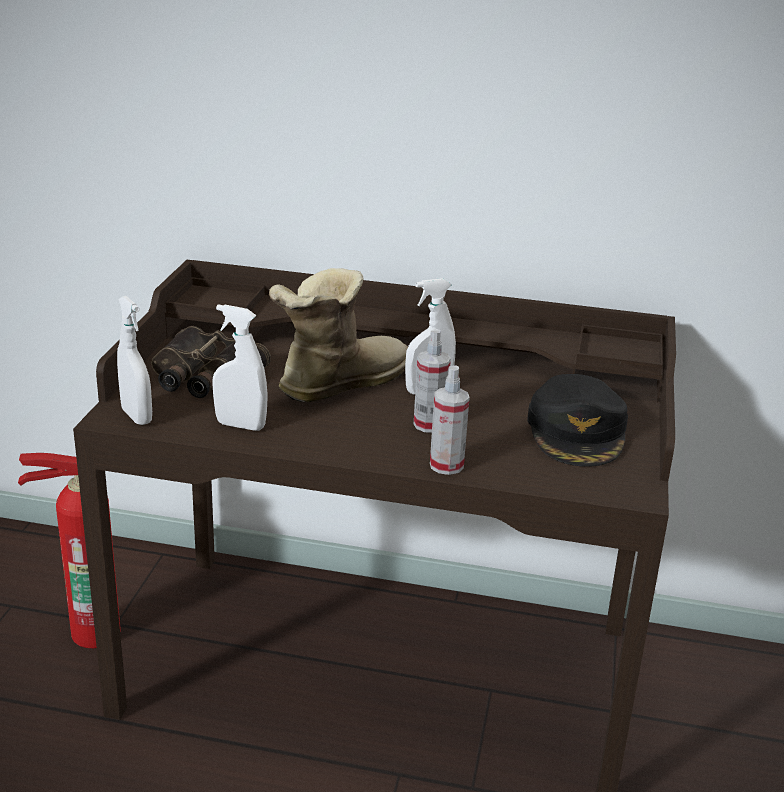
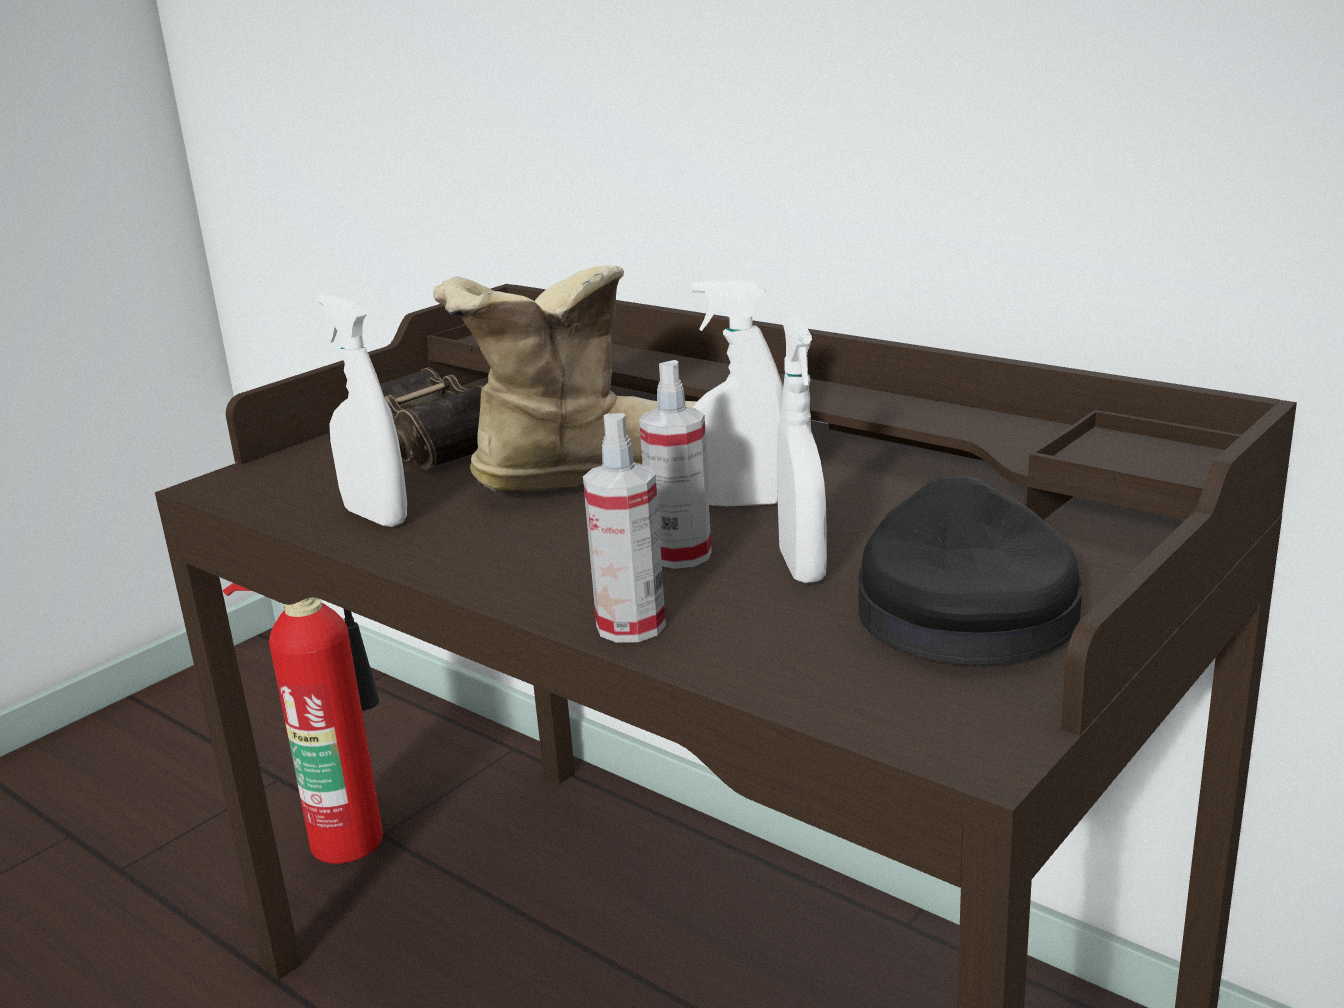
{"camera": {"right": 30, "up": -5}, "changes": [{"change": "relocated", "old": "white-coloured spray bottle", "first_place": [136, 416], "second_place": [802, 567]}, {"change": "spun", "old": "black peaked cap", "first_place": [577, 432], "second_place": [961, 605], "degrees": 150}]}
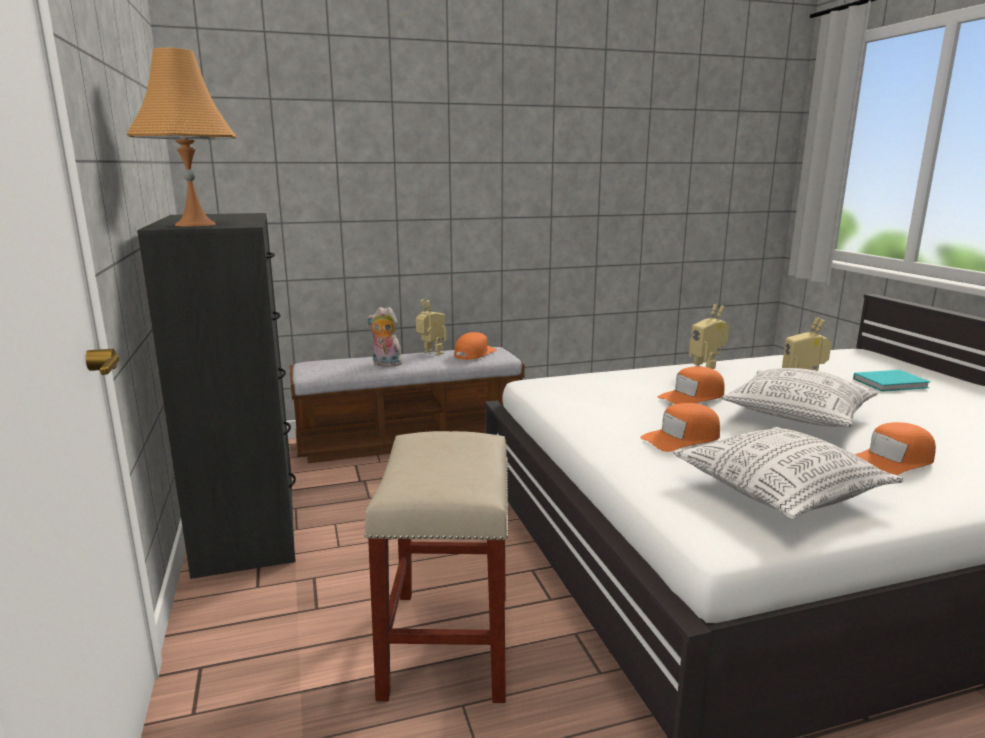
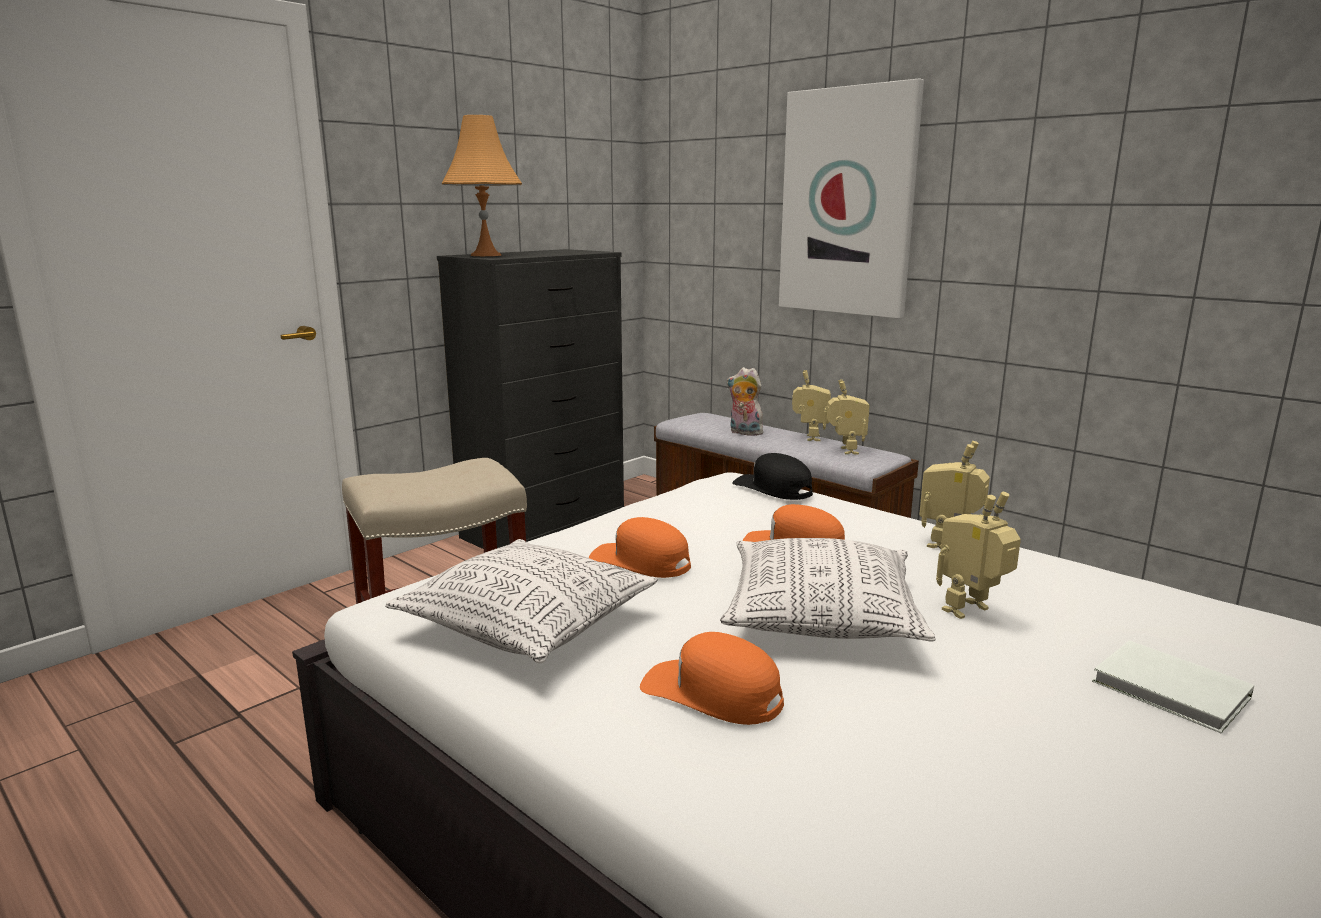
{"camera": {"right": 60, "up": 0}, "changes": [{"change": "spun", "old": "cuddly toy", "first_place": [385, 364], "second_place": [744, 433], "degrees": -45}, {"change": "appeared", "new": "black peaked cap", "second_place": [773, 488]}, {"change": "appeared", "new": "picture", "second_place": [848, 203]}, {"change": "exchanged", "old": "orange peaked cap", "new": "toy robot", "first_place": [474, 353], "second_place": [845, 451]}, {"change": "colour", "old": "turquoise bound book", "new": "white-coloured bound book", "first_place": [892, 383], "second_place": [1173, 692]}]}
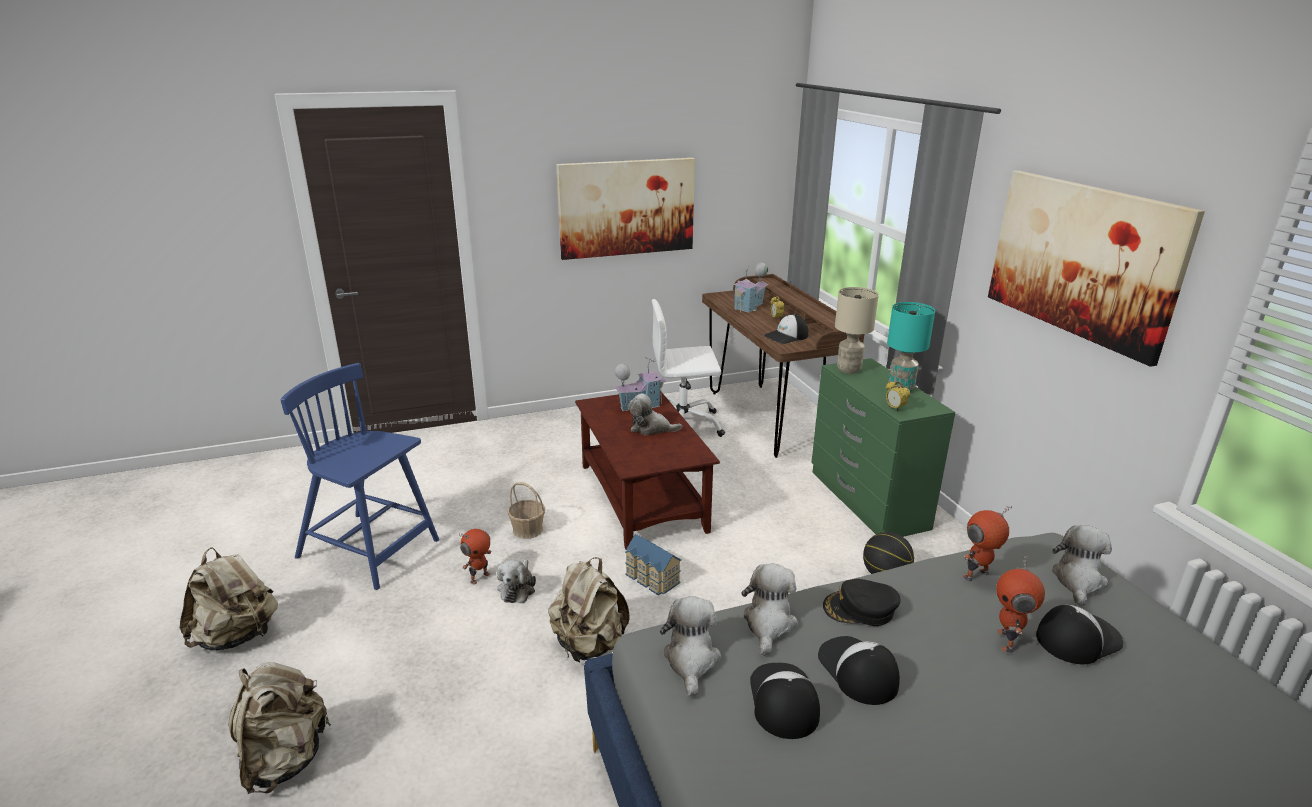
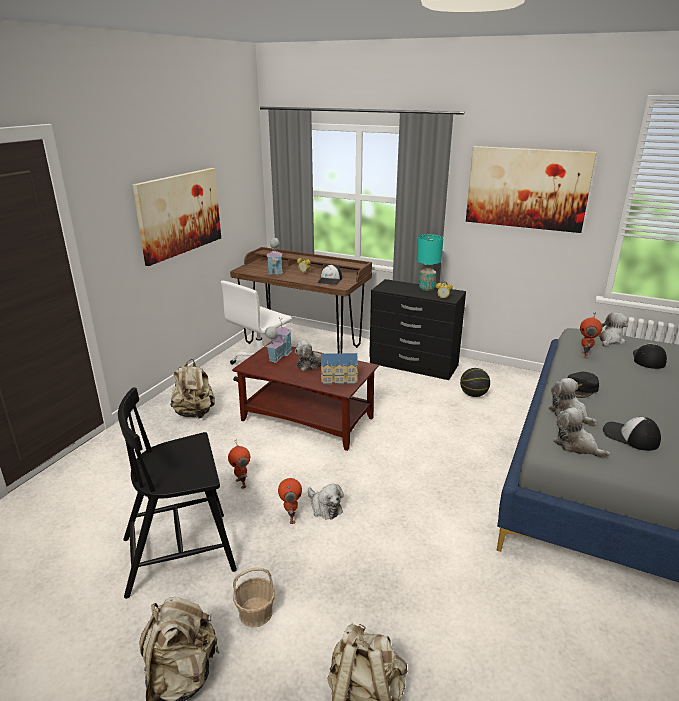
{"camera": {"right": -45, "up": 0}, "changes": [{"change": "colour", "old": "blue plain chair", "new": "black plain chair", "first_place": [370, 550], "second_place": [181, 553]}, {"change": "relocated", "old": "sand-coloured knapsack", "first_place": [589, 644], "second_place": [195, 413]}, {"change": "relocated", "old": "toy robot", "first_place": [1007, 641], "second_place": [242, 483]}, {"change": "relocated", "old": "storage basket", "first_place": [528, 530], "second_place": [256, 613]}, {"change": "relocated", "old": "model house", "first_place": [651, 578], "second_place": [339, 379]}, {"change": "colour", "old": "green-coloured drawer chest", "new": "black drawer chest", "first_place": [867, 500], "second_place": [413, 365]}, {"change": "spun", "old": "cuddly toy", "first_place": [1078, 581], "second_place": [610, 340], "degrees": 60}, {"change": "missing", "old": "peaked cap", "first_place": [857, 671]}, {"change": "missing", "old": "sand-coloured tabletop lamp", "first_place": [848, 369]}]}
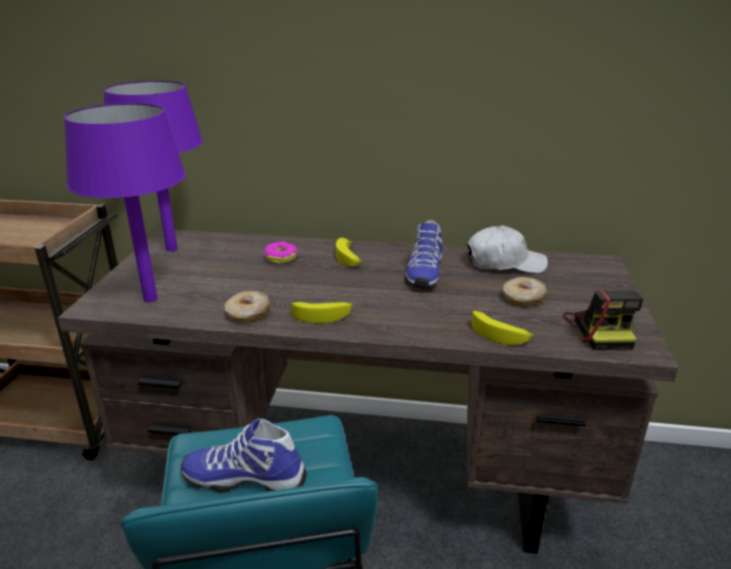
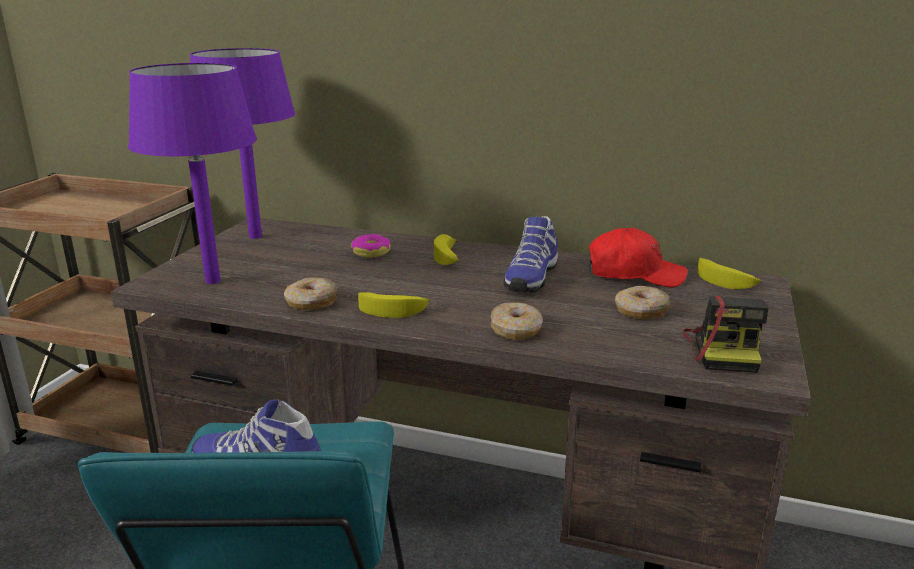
{"camera": {"right": 10, "up": -5}, "changes": [{"change": "appeared", "new": "donut", "second_place": [516, 330]}, {"change": "colour", "old": "white-coloured peaked cap", "new": "red-coloured peaked cap", "first_place": [504, 263], "second_place": [634, 274]}, {"change": "relocated", "old": "banana fruit", "first_place": [500, 334], "second_place": [726, 281]}]}
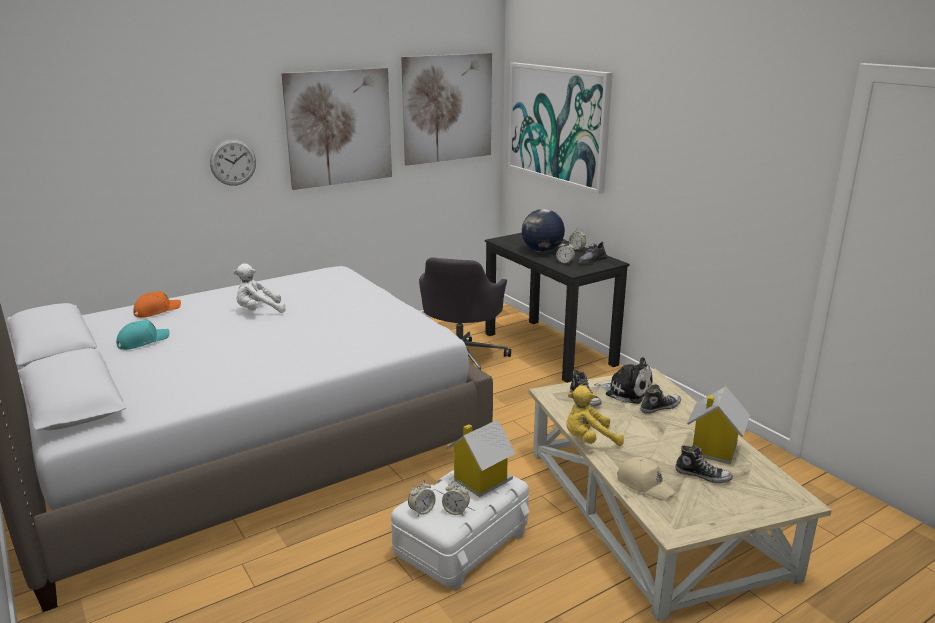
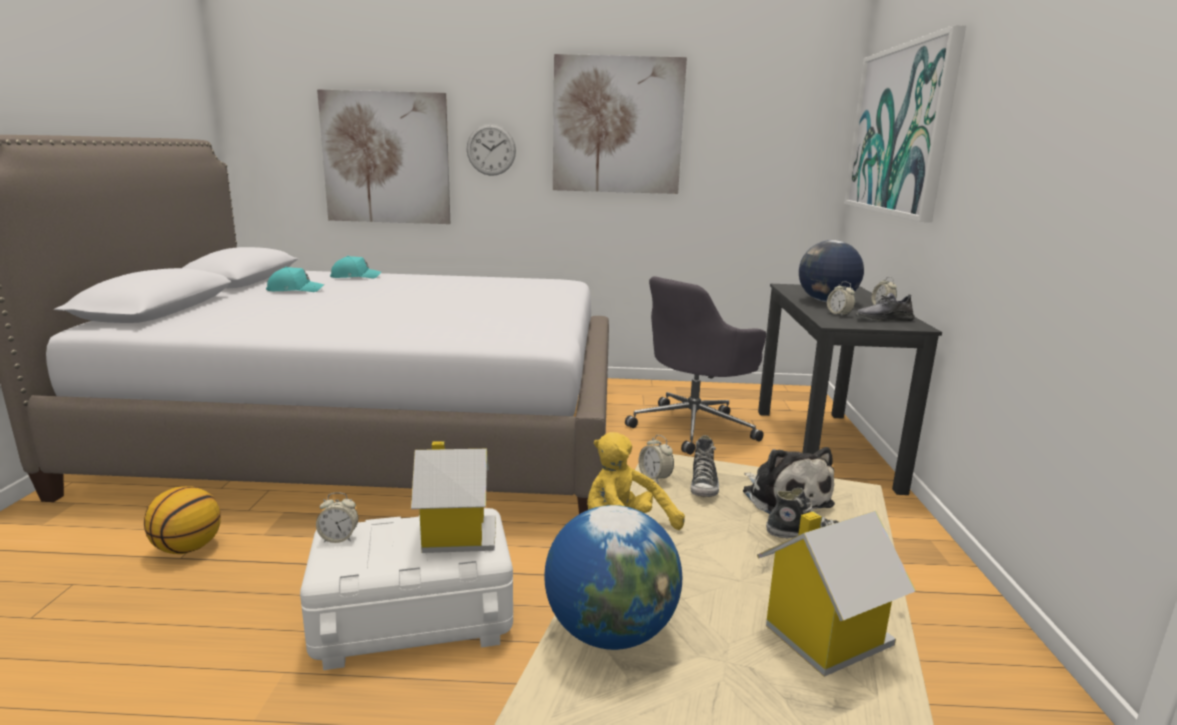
{"camera": {"right": 35, "up": -5}, "changes": [{"change": "appeared", "new": "basketball ball", "second_place": [188, 548]}, {"change": "relocated", "old": "picture", "first_place": [447, 108], "second_place": [386, 158]}, {"change": "colour", "old": "orange peaked cap", "new": "turquoise peaked cap", "first_place": [156, 310], "second_place": [355, 277]}, {"change": "exchanged", "old": "sand-coloured peaked cap", "new": "globe", "first_place": [644, 484], "second_place": [610, 632]}, {"change": "relocated", "old": "bedside clock", "first_place": [456, 511], "second_place": [655, 478]}, {"change": "missing", "old": "white-coloured cuddly toy", "first_place": [258, 311]}, {"change": "missing", "old": "item of footwear", "first_place": [703, 476]}]}
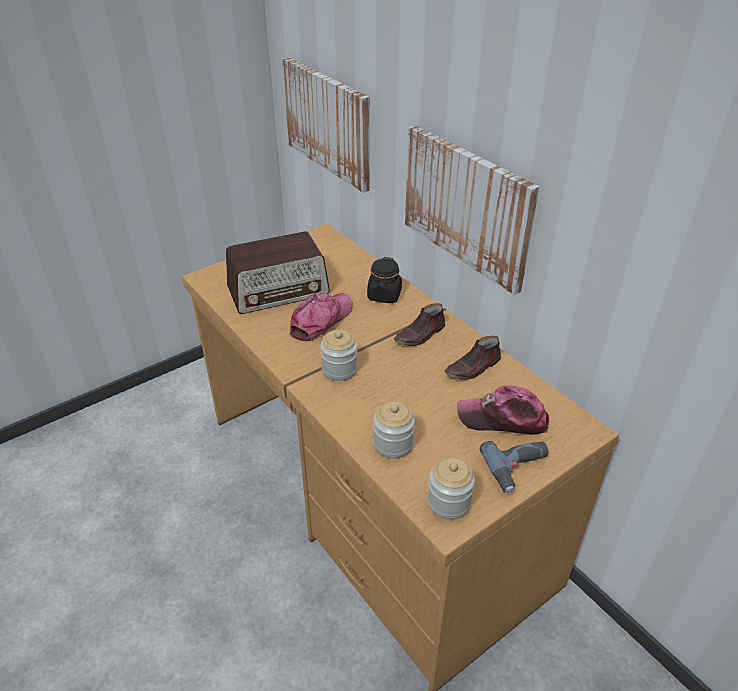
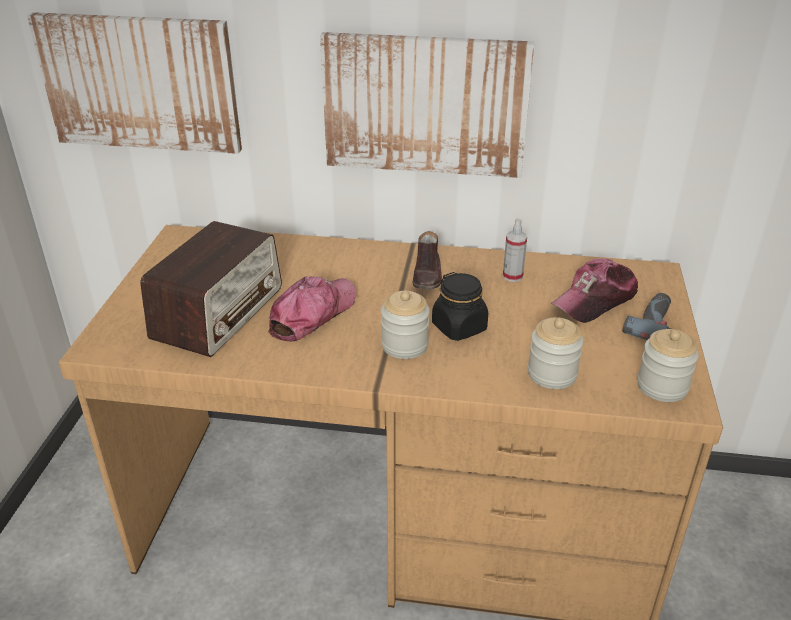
{"camera": {"right": -45, "up": -5}, "changes": [{"change": "spun", "old": "peaked cap", "first_place": [321, 320], "second_place": [312, 314], "degrees": 45}, {"change": "relocated", "old": "black preserve jar", "first_place": [384, 295], "second_place": [459, 327]}, {"change": "exchanged", "old": "brown item of footwear", "new": "spray bottle", "first_place": [473, 368], "second_place": [512, 276]}]}
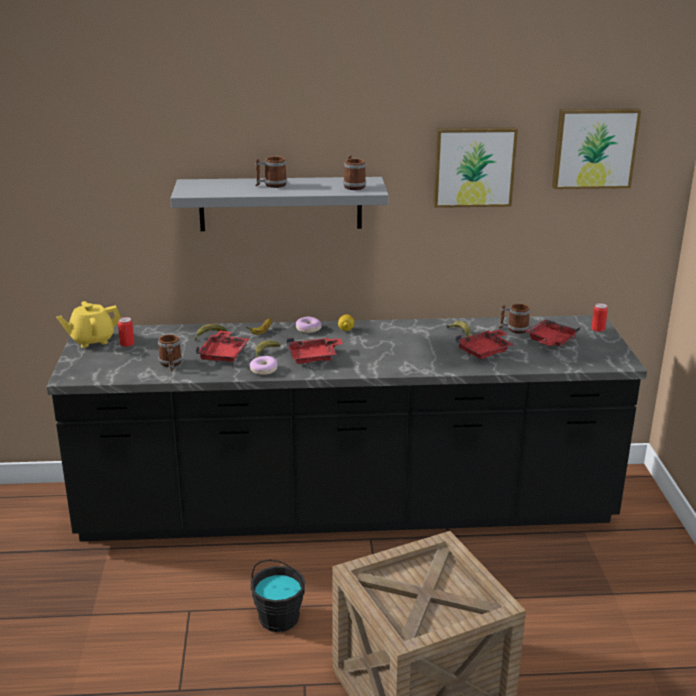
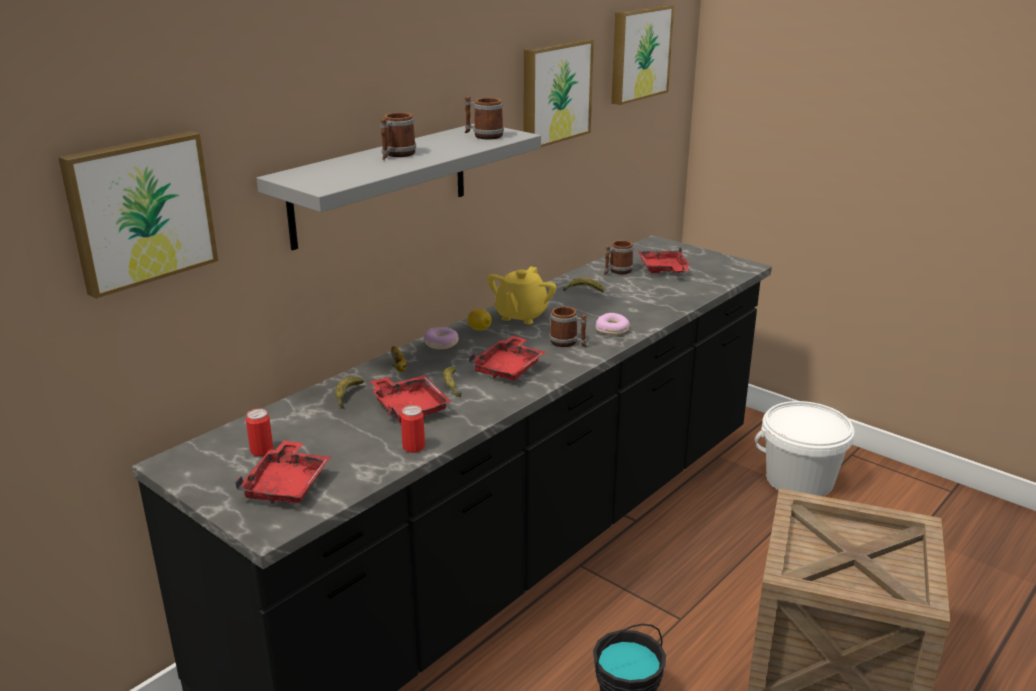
{"camera": {"right": -45, "up": 0}, "changes": [{"change": "appeared", "new": "picture", "second_place": [139, 211]}, {"change": "relocated", "old": "red-coloured serving tray", "first_place": [485, 351], "second_place": [287, 485]}, {"change": "relocated", "old": "sealed can", "first_place": [598, 329], "second_place": [413, 447]}, {"change": "relocated", "old": "yellowish tea pot", "first_place": [92, 340], "second_place": [521, 316]}, {"change": "relocated", "old": "coffee mug", "first_place": [171, 364], "second_place": [568, 343]}, {"change": "relocated", "old": "donut", "first_place": [263, 370], "second_place": [612, 330]}, {"change": "appeared", "new": "white-coloured pail", "second_place": [799, 479]}]}
